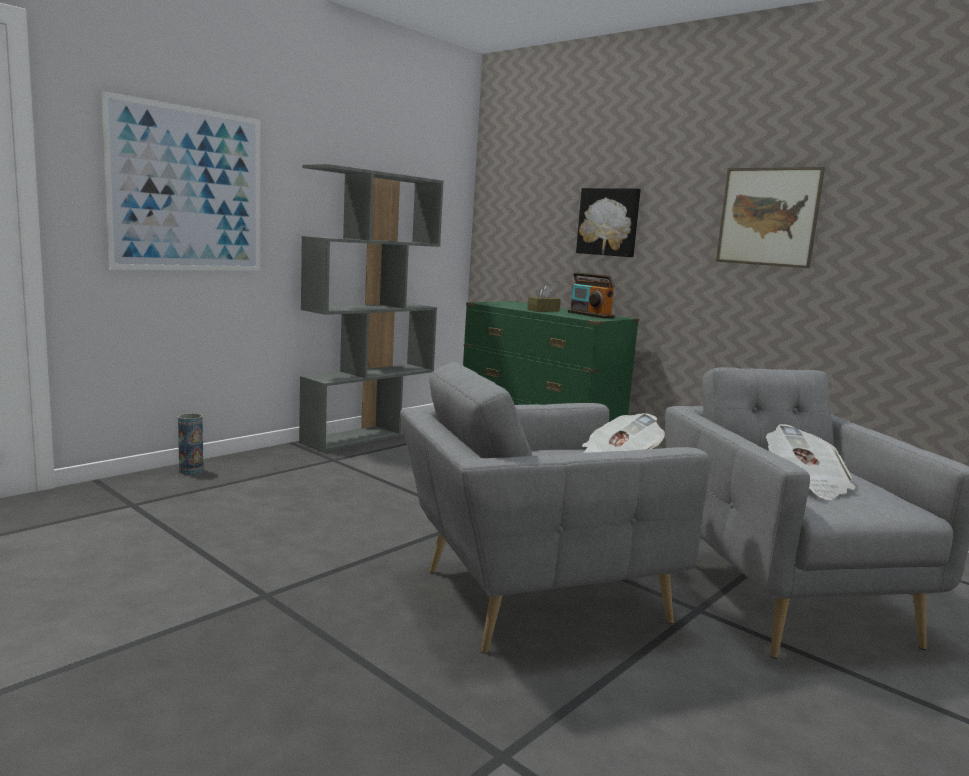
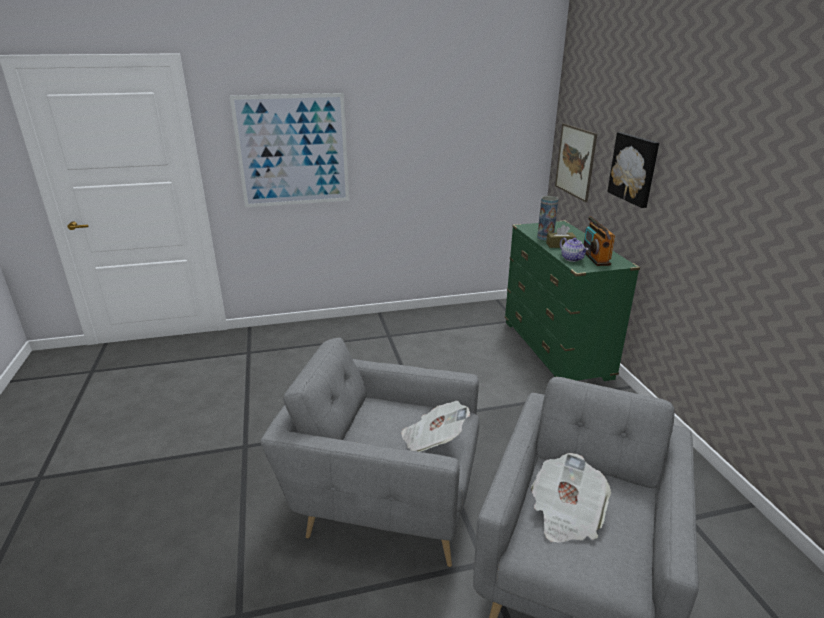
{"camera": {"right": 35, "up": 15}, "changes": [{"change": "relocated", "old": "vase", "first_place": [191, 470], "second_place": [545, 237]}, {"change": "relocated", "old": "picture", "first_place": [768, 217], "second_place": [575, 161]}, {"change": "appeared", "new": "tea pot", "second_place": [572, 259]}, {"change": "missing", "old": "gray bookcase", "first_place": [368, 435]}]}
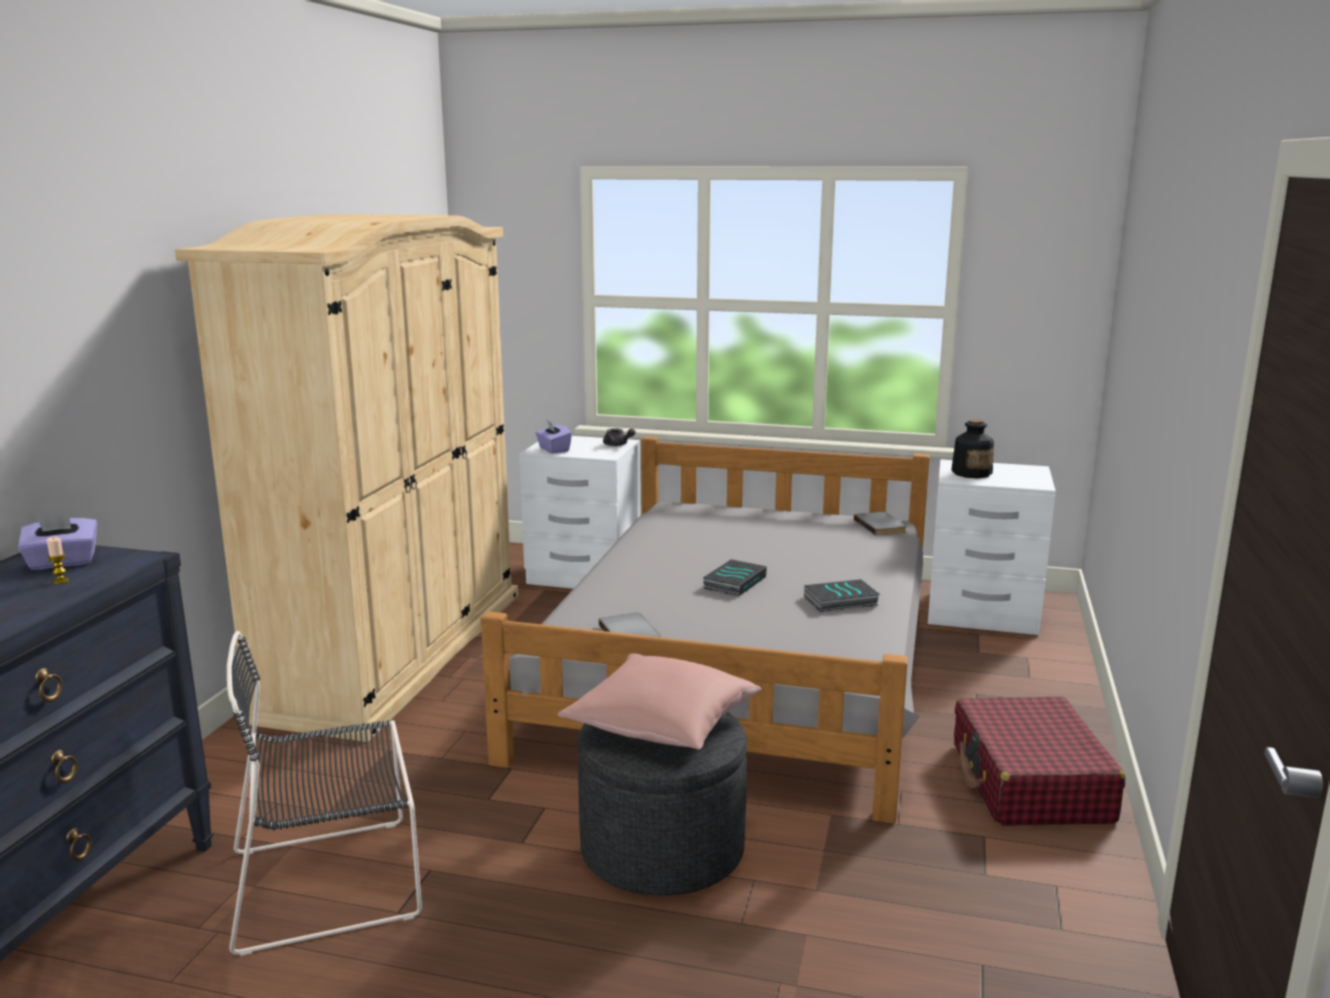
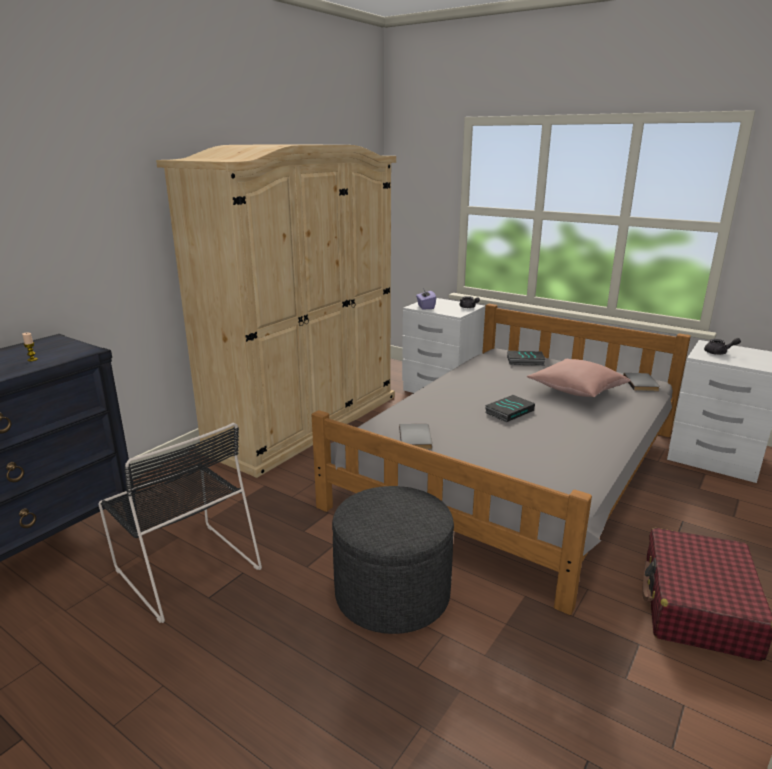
{"camera": {"right": 20, "up": 5}, "changes": [{"change": "spun", "old": "black plain chair", "first_place": [333, 882], "second_place": [185, 566], "degrees": -135}, {"change": "relocated", "old": "bound book", "first_place": [840, 601], "second_place": [525, 361]}, {"change": "relocated", "old": "pink-coloured pillow", "first_place": [662, 725], "second_place": [576, 390]}, {"change": "exchanged", "old": "beverage bottle", "new": "gray tea pot", "first_place": [971, 473], "second_place": [719, 353]}, {"change": "missing", "old": "purple-coloured tissue box", "first_place": [62, 562]}]}
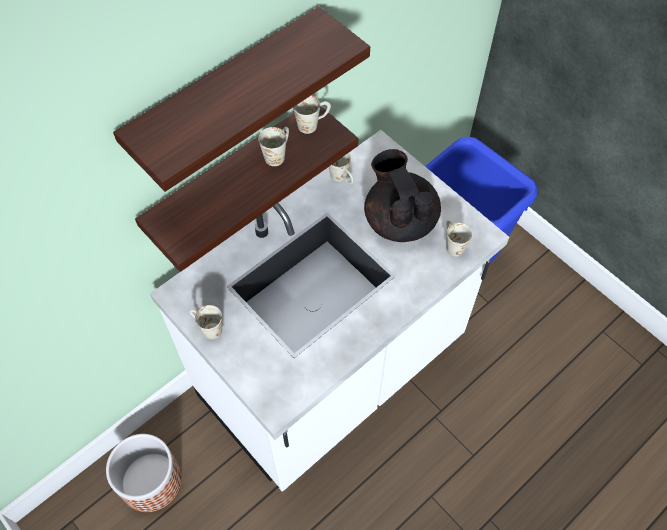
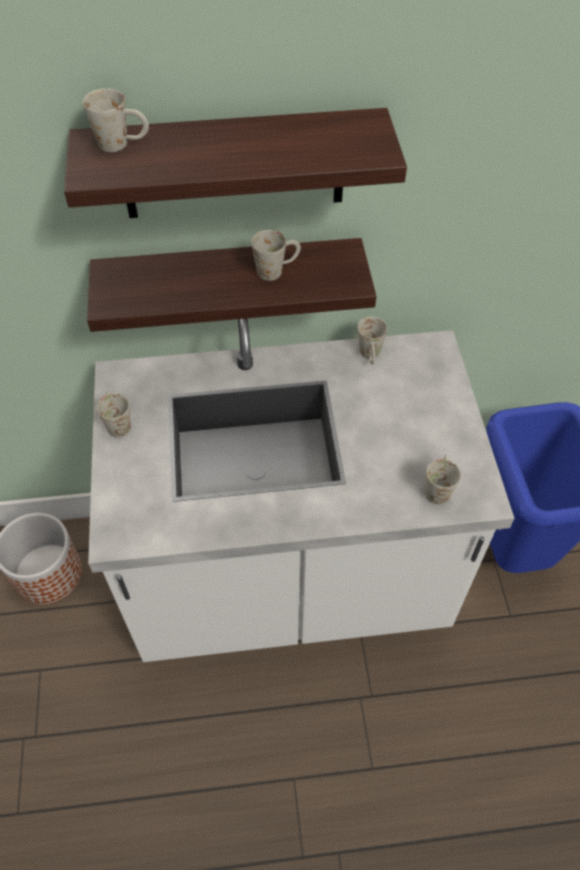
{"camera": {"right": 35, "up": -5}, "changes": [{"change": "relocated", "old": "white-coloured coffee mug", "first_place": [313, 123], "second_place": [122, 144]}, {"change": "missing", "old": "black tea pot", "first_place": [399, 220]}]}
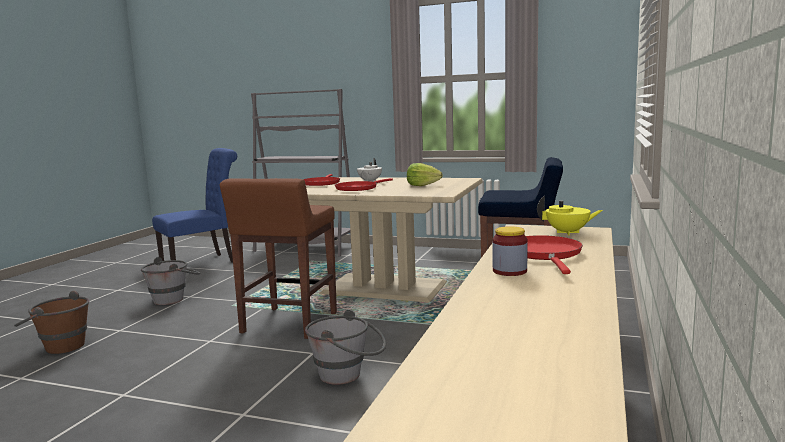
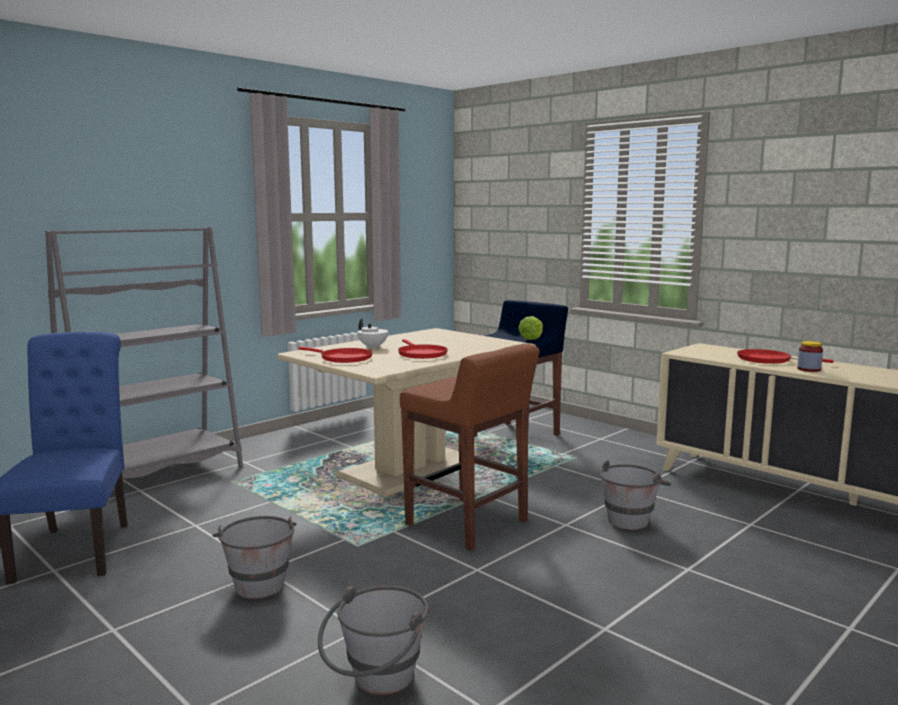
{"camera": {"right": -65, "up": 0}, "changes": [{"change": "colour", "old": "brown pail", "new": "gray pail", "first_place": [58, 346], "second_place": [376, 683]}, {"change": "relocated", "old": "lettuce head", "first_place": [422, 185], "second_place": [531, 338]}, {"change": "missing", "old": "yellowish tea pot", "first_place": [568, 232]}]}
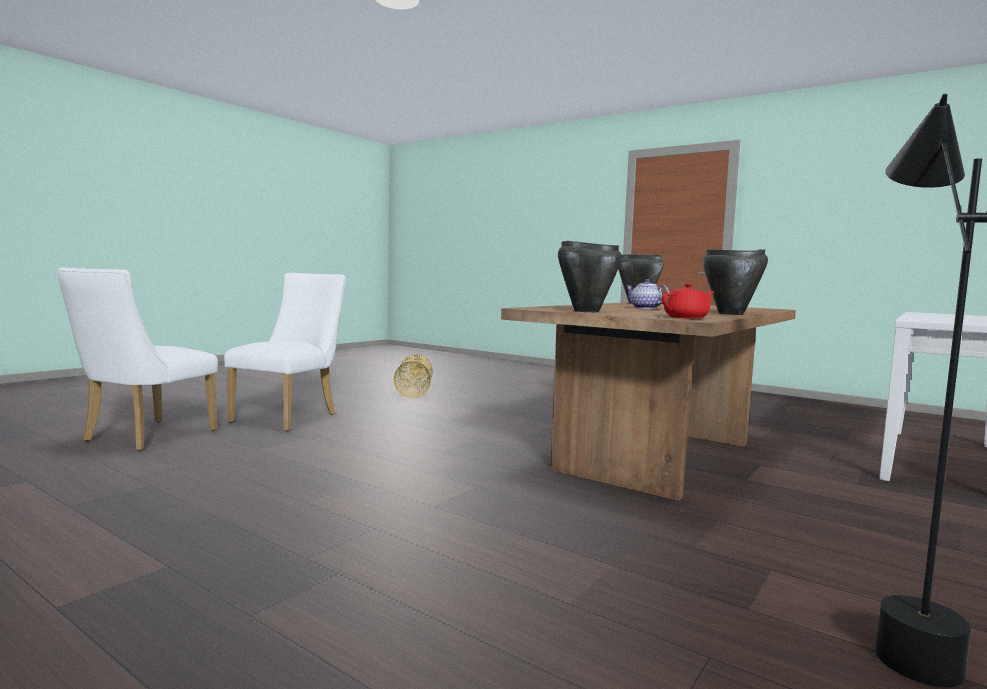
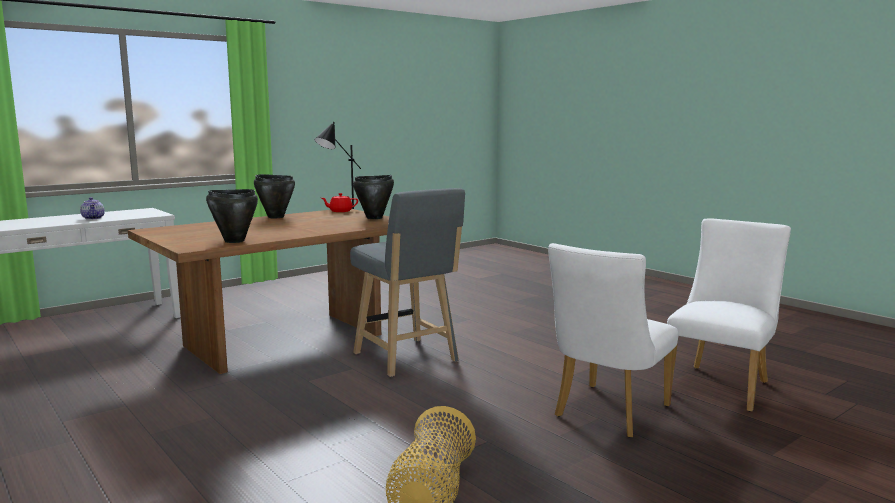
{"camera": {"right": -165, "up": 5}, "changes": [{"change": "relocated", "old": "tea pot", "first_place": [645, 308], "second_place": [93, 218]}, {"change": "appeared", "new": "gray sitting stool", "second_place": [408, 359]}]}
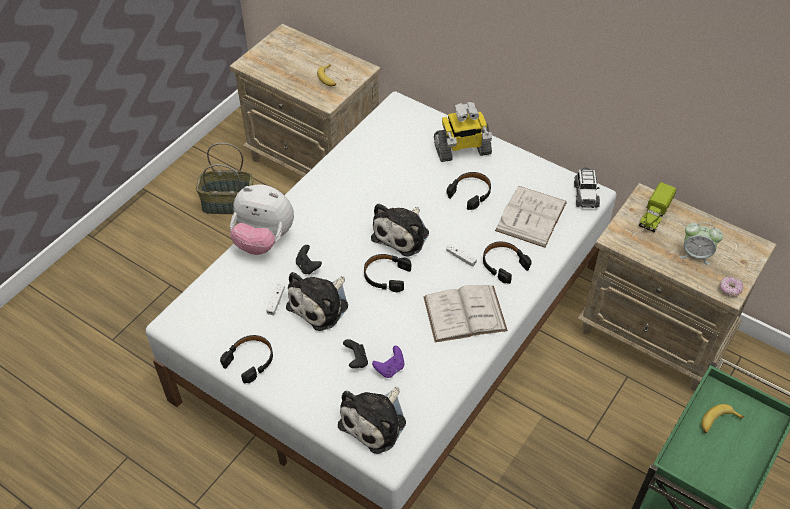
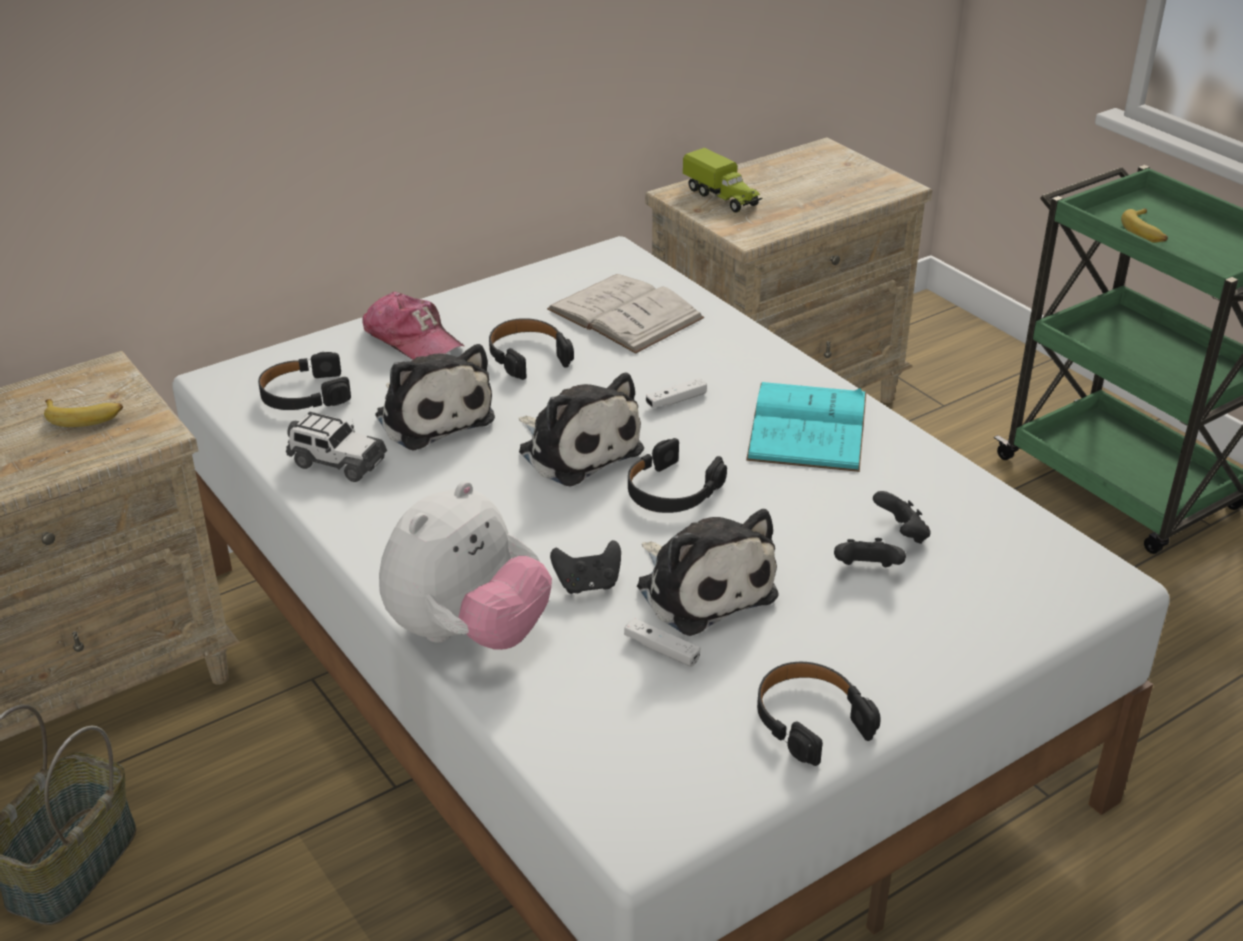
{"camera": {"right": -70, "up": -15}, "changes": [{"change": "relocated", "old": "black headphones", "first_place": [503, 264], "second_place": [304, 394]}, {"change": "relocated", "old": "miniature car", "first_place": [585, 194], "second_place": [337, 462]}, {"change": "exchanged", "old": "toy robot", "new": "peaked cap", "first_place": [462, 150], "second_place": [412, 340]}, {"change": "relocated", "old": "cuddly toy", "first_place": [375, 421], "second_place": [432, 416]}, {"change": "colour", "old": "white-coloured bound book", "new": "turquoise bound book", "first_place": [464, 313], "second_place": [808, 426]}, {"change": "colour", "old": "purple-coloured gamepad", "new": "black gamepad", "first_place": [390, 369], "second_place": [902, 534]}, {"change": "missing", "old": "bedside clock", "first_place": [696, 254]}, {"change": "missing", "old": "donut", "first_place": [729, 290]}]}
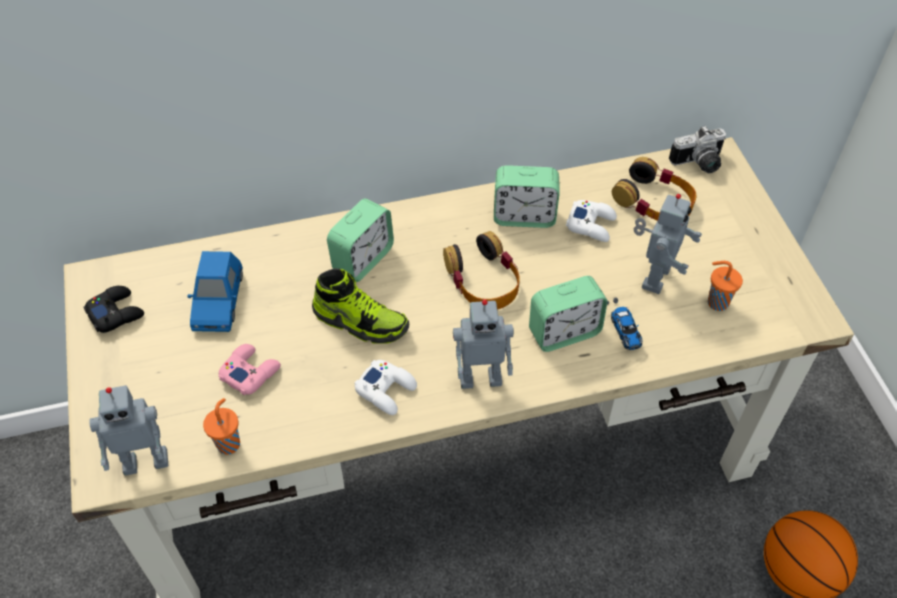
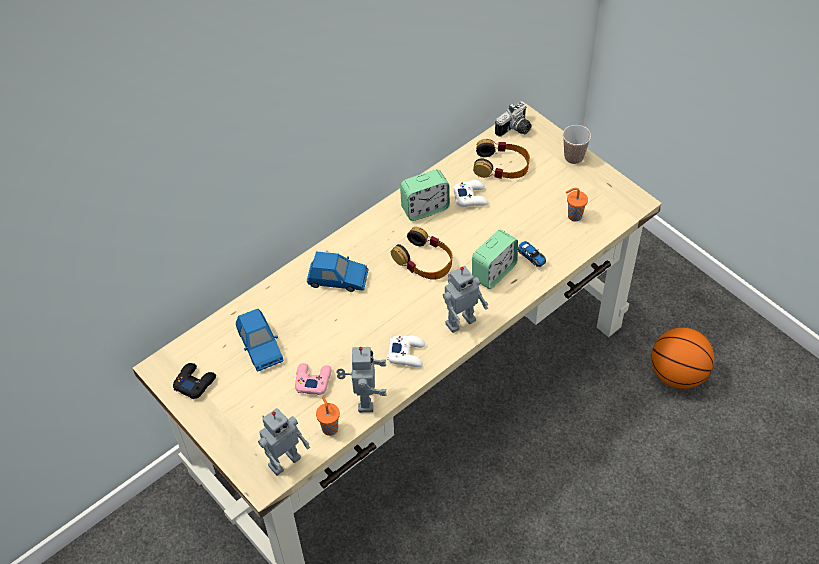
{"camera": {"right": -25, "up": 0}, "changes": [{"change": "exchanged", "old": "bedside clock", "new": "blue miniature car", "first_place": [363, 259], "second_place": [338, 279]}, {"change": "relocated", "old": "toy robot", "first_place": [653, 277], "second_place": [363, 400]}, {"change": "appeared", "new": "cup", "second_place": [573, 157]}, {"change": "missing", "old": "item of footwear", "first_place": [361, 321]}]}
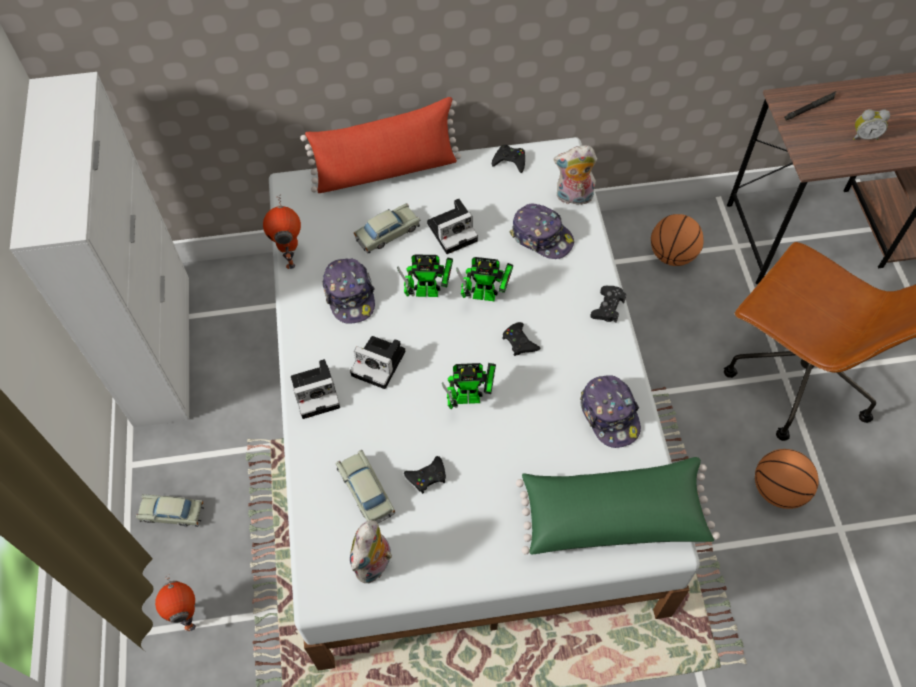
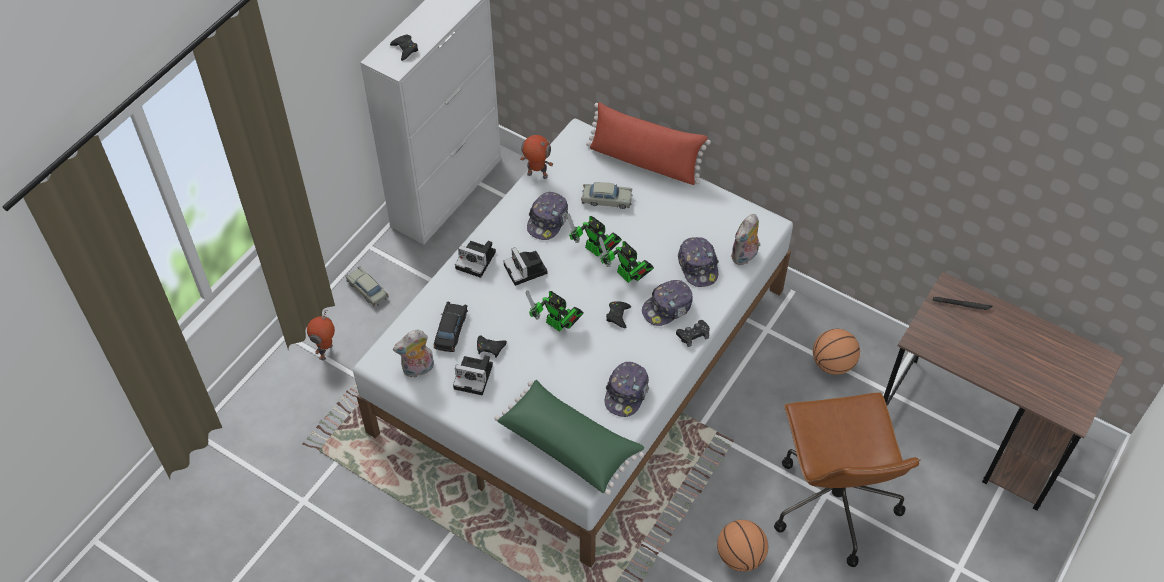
{"camera": {"right": 40, "up": -5}, "changes": [{"change": "relocated", "old": "black gamepad", "first_place": [510, 161], "second_place": [405, 49]}, {"change": "colour", "old": "sand-coloured miniature car", "new": "black miniature car", "first_place": [366, 491], "second_place": [450, 330]}, {"change": "relocated", "old": "still camera", "first_place": [453, 231], "second_place": [475, 376]}, {"change": "spun", "old": "toy robot", "first_place": [291, 257], "second_place": [537, 175], "degrees": 75}, {"change": "appeared", "new": "peaked cap", "second_place": [667, 307]}, {"change": "spun", "old": "cuddly toy", "first_place": [573, 198], "second_place": [745, 257], "degrees": -90}, {"change": "missing", "old": "bedside clock", "first_place": [864, 136]}]}
